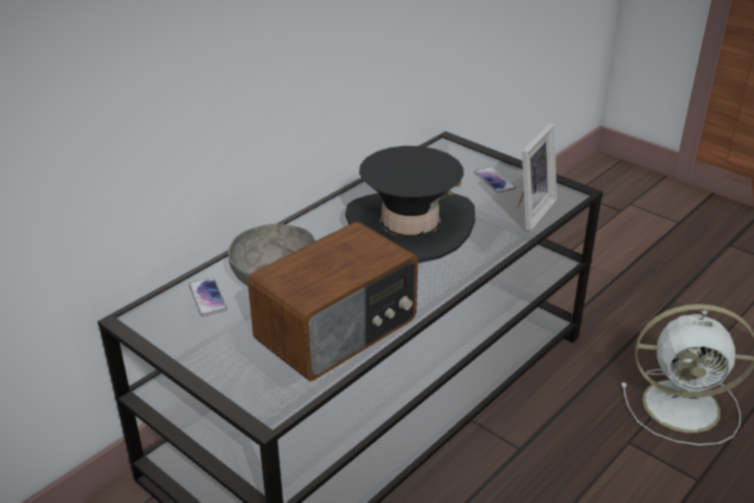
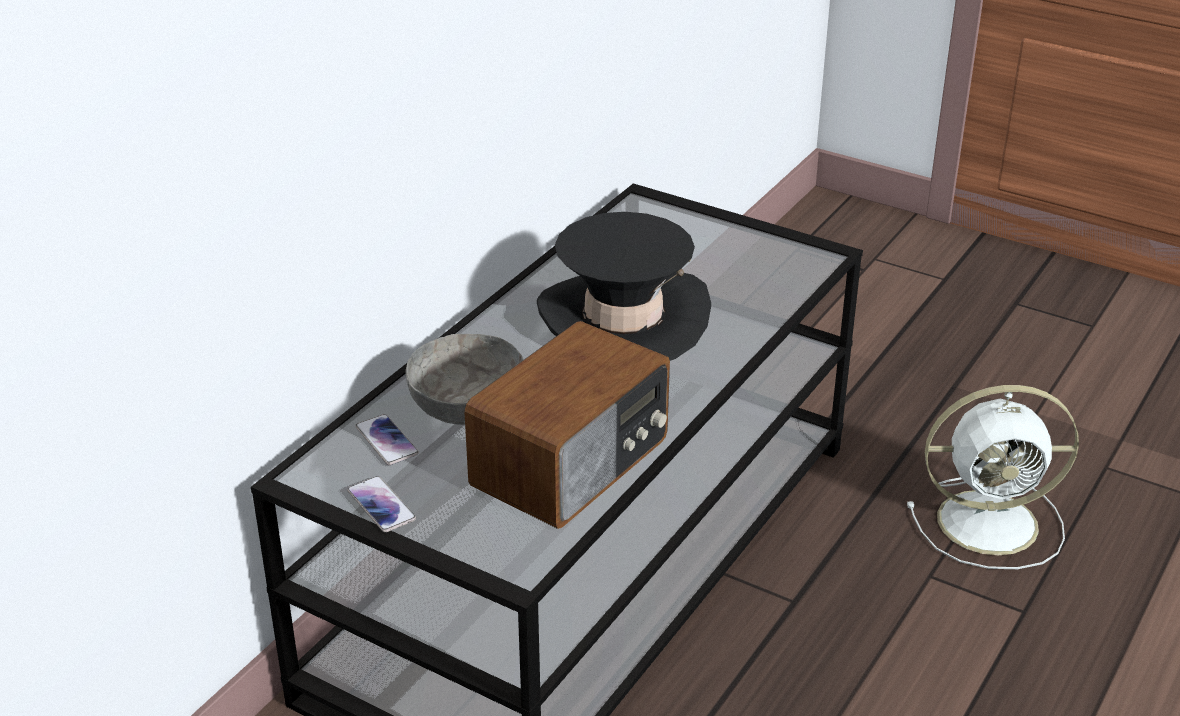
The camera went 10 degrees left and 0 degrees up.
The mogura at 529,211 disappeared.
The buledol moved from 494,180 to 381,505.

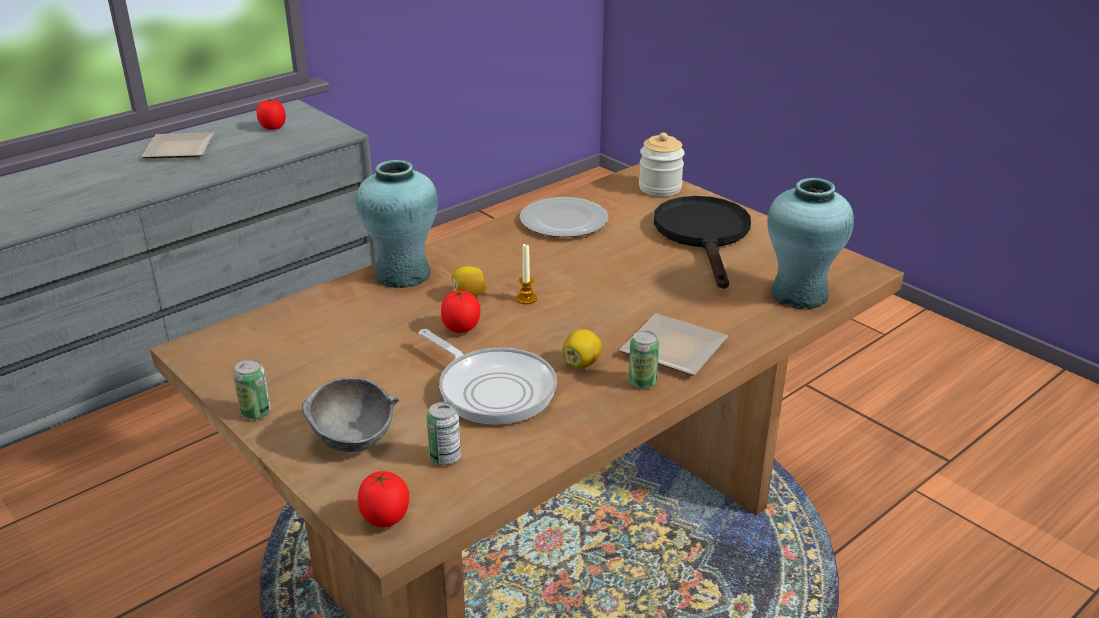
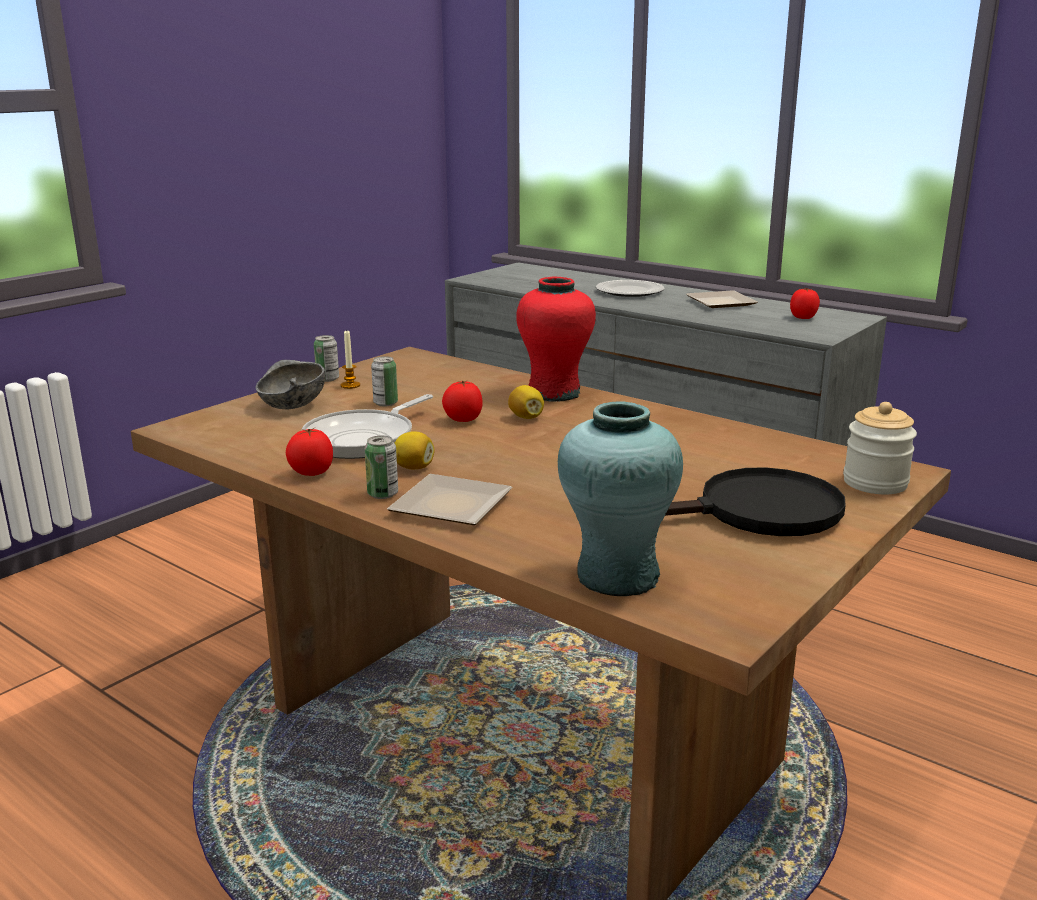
The camera went 80 degrees right and 10 degrees down.
The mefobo moved from 385,520 to 311,473.
The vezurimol moved from 445,457 to 385,403.
The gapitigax moved from 526,299 to 350,385.
The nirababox moved from 562,221 to 629,291.
The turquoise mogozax at 402,274 became the red mogozax at 554,392.

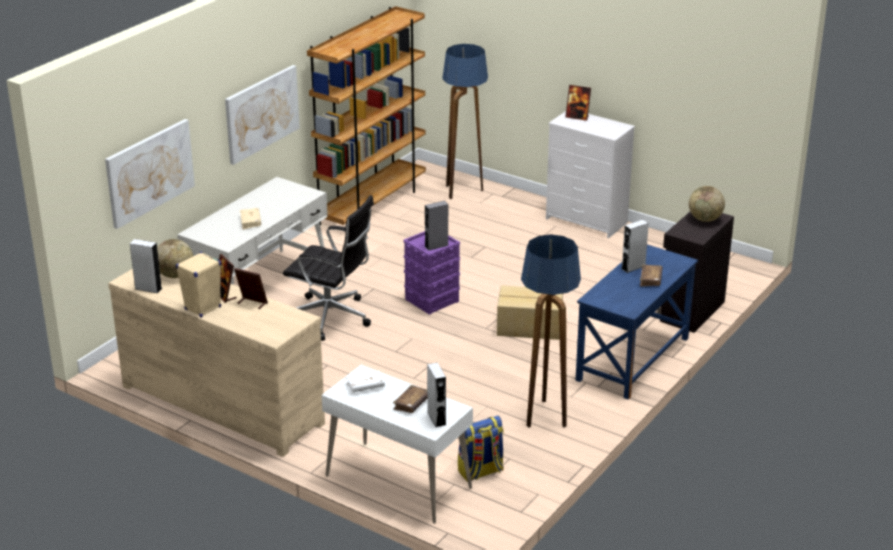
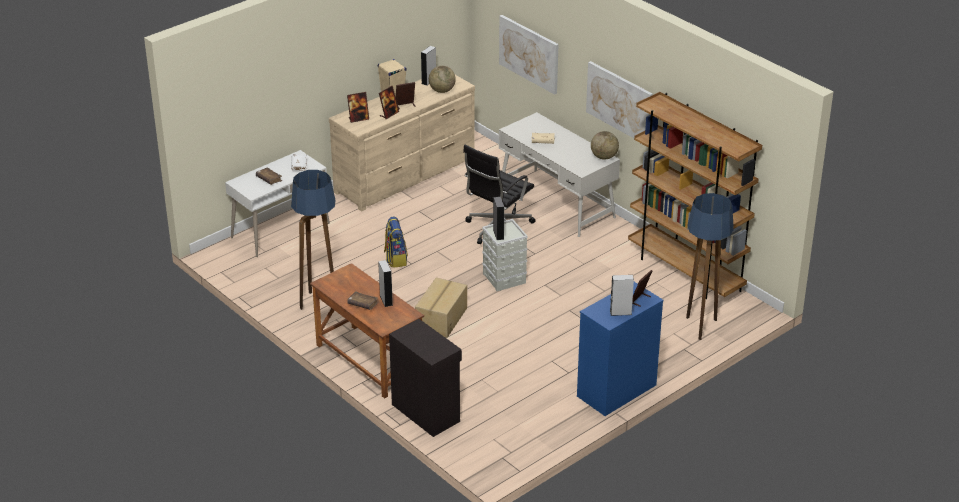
The camera went 105 degrees right and 5 degrees up.
The mogura at 358,119 appeared.
The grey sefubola moved from 436,418 to 620,312.
The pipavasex moved from 480,472 to 395,259.
The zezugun moved from 705,219 to 604,157.
The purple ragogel at 432,300 became the grey ragogel at 505,278.
The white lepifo at 587,221 became the blue lepifo at 616,391.
The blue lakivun at 633,359 became the brown lakivun at 368,361.

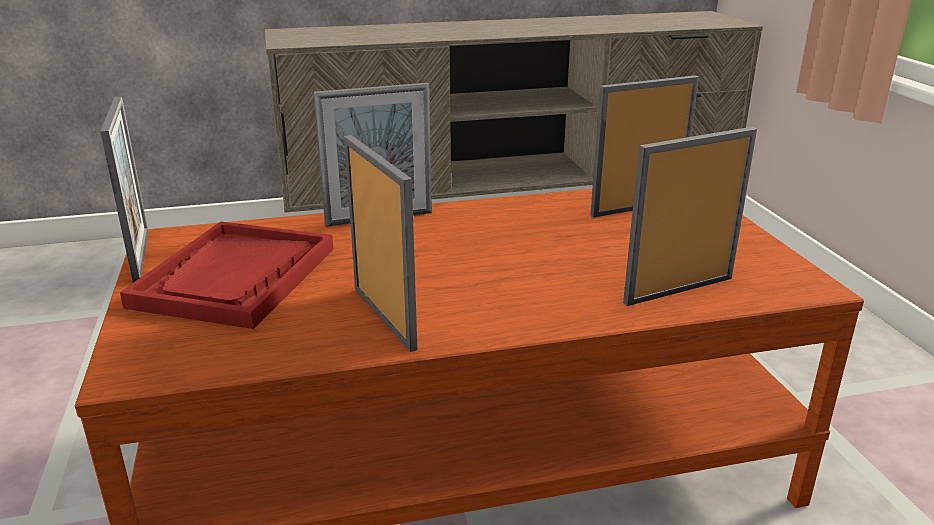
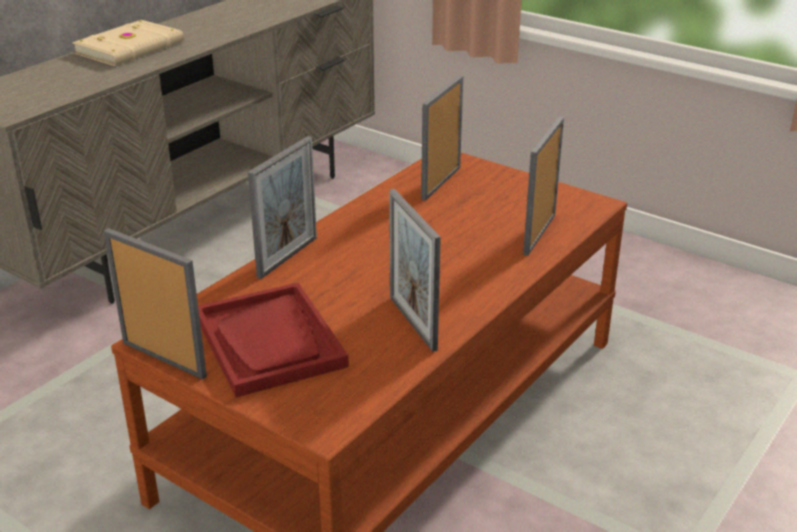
The camera went 40 degrees left and 5 degrees up.
The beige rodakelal at 131,48 appeared.
The mogura at 384,317 turned 135 degrees counterclockwise.

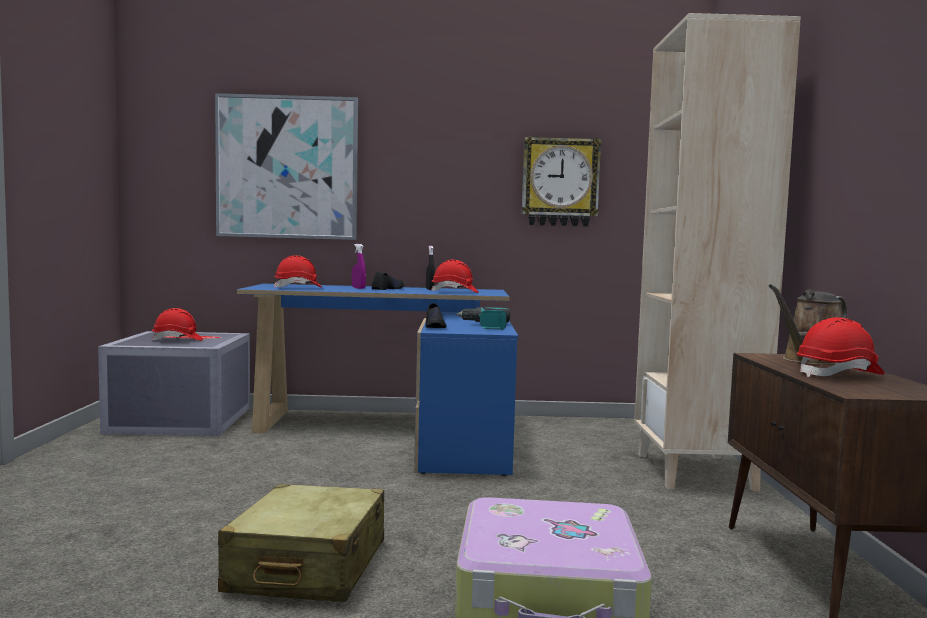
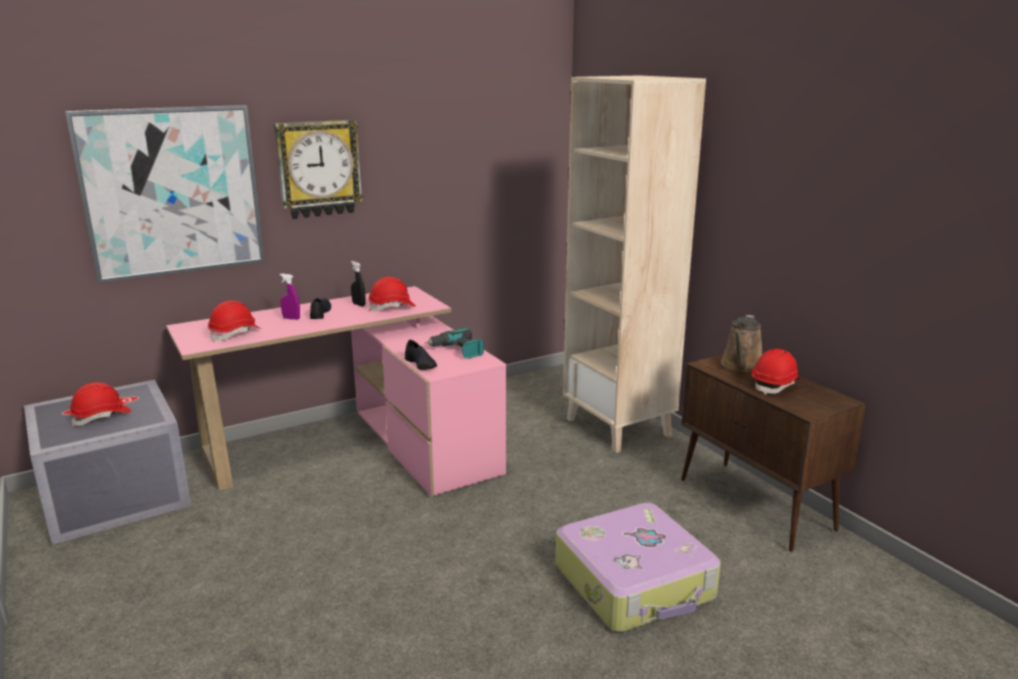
The camera went 30 degrees left and 15 degrees up.
The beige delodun at 307,567 disappeared.
The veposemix moved from 560,182 to 318,169.
The blue lakivun at 399,432 became the pink lakivun at 358,447.

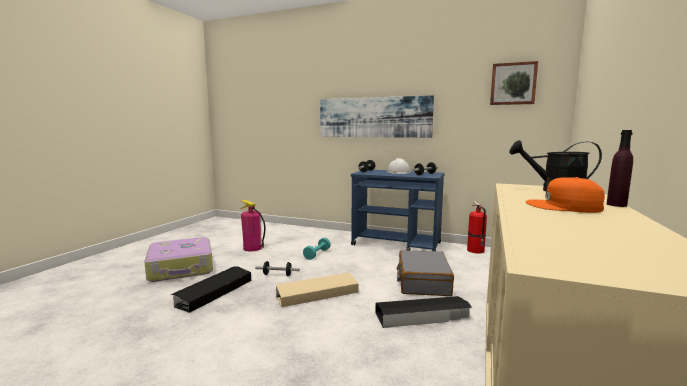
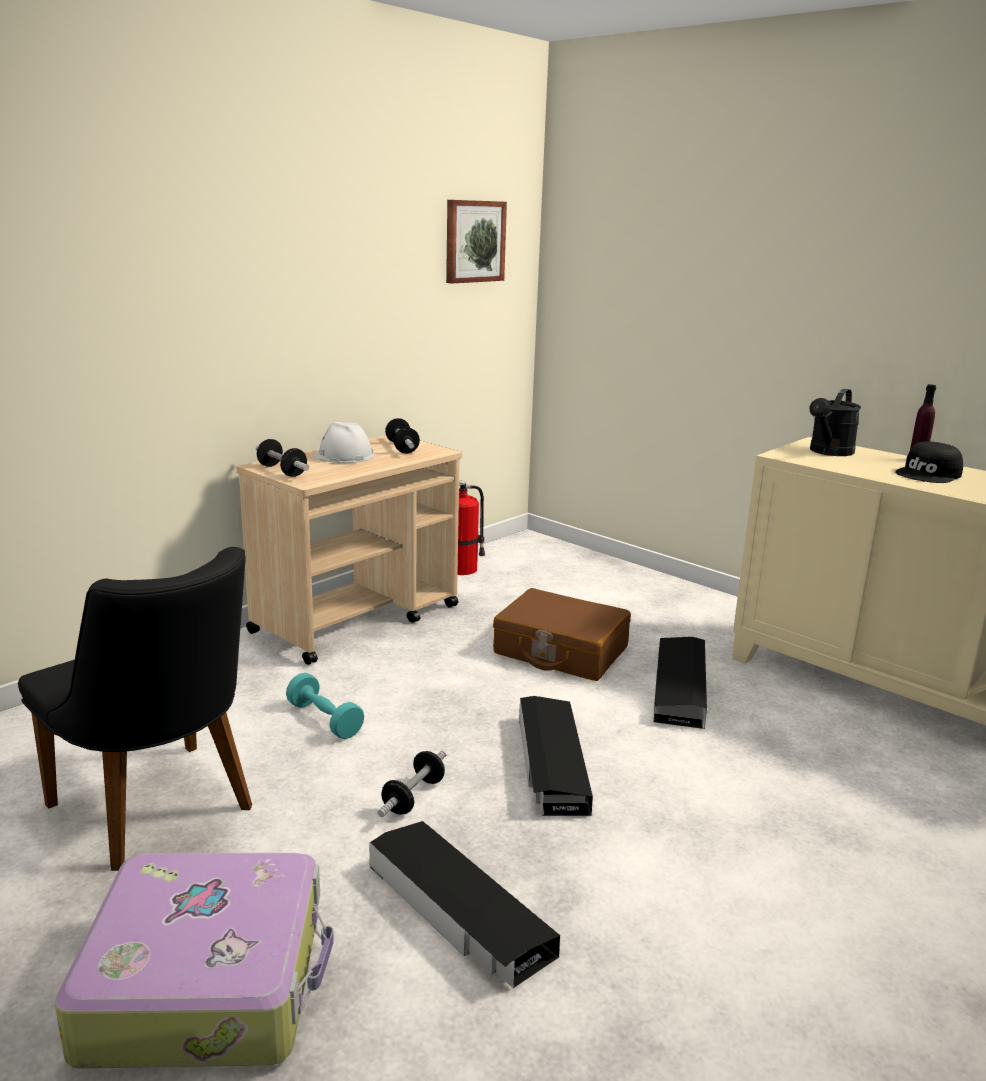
The camera went 70 degrees left and 10 degrees up.
The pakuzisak at 373,117 disappeared.
The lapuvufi at 252,248 was replaced by the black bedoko at 161,813.
The beige ragogel at 317,294 became the black ragogel at 551,763.
The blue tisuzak at 397,244 became the beige tisuzak at 358,618.
The grey delodun at 423,282 became the brown delodun at 560,651.
The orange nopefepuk at 564,206 became the black nopefepuk at 929,474.

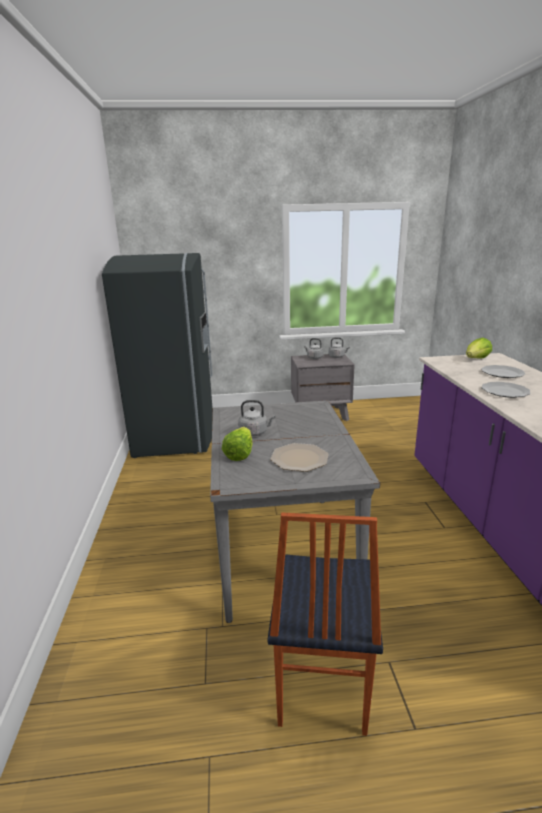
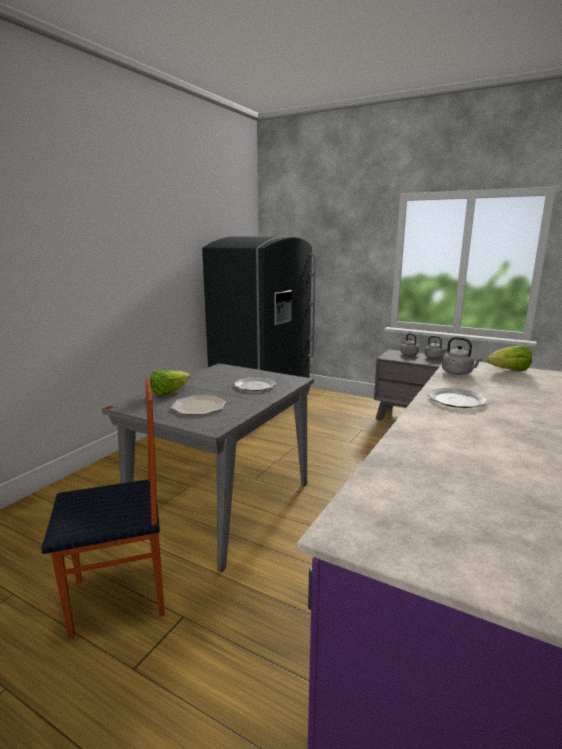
The camera went 35 degrees right and 5 degrees down.
The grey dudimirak moved from 255,432 to 458,373.
The nirababox moved from 502,373 to 255,386.
The bedoko at 320,684 turned 150 degrees counterclockwise.

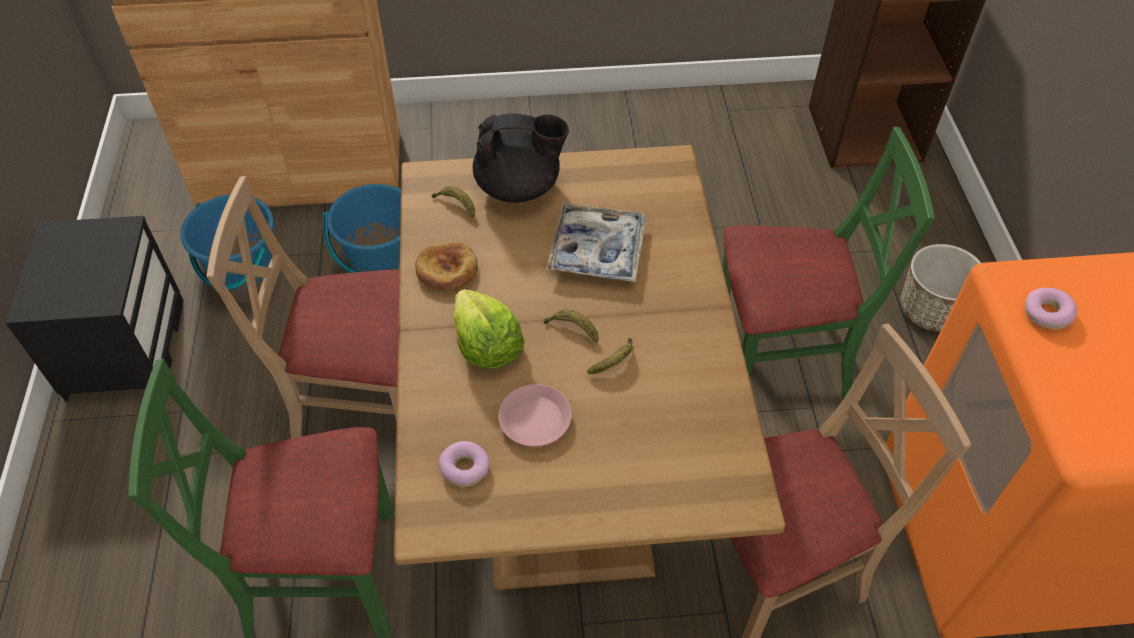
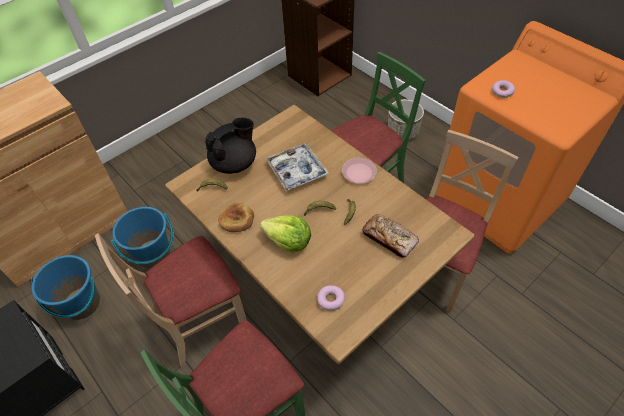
The camera went 35 degrees left and 0 degrees up.
The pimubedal at 389,239 appeared.
The pink nirababox moved from 535,419 to 358,173.

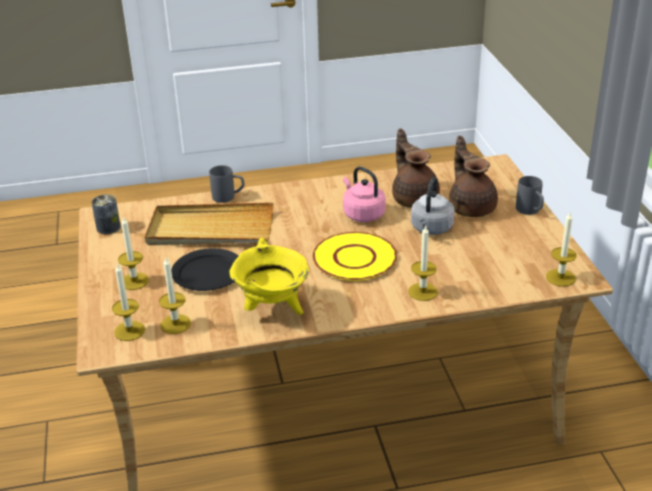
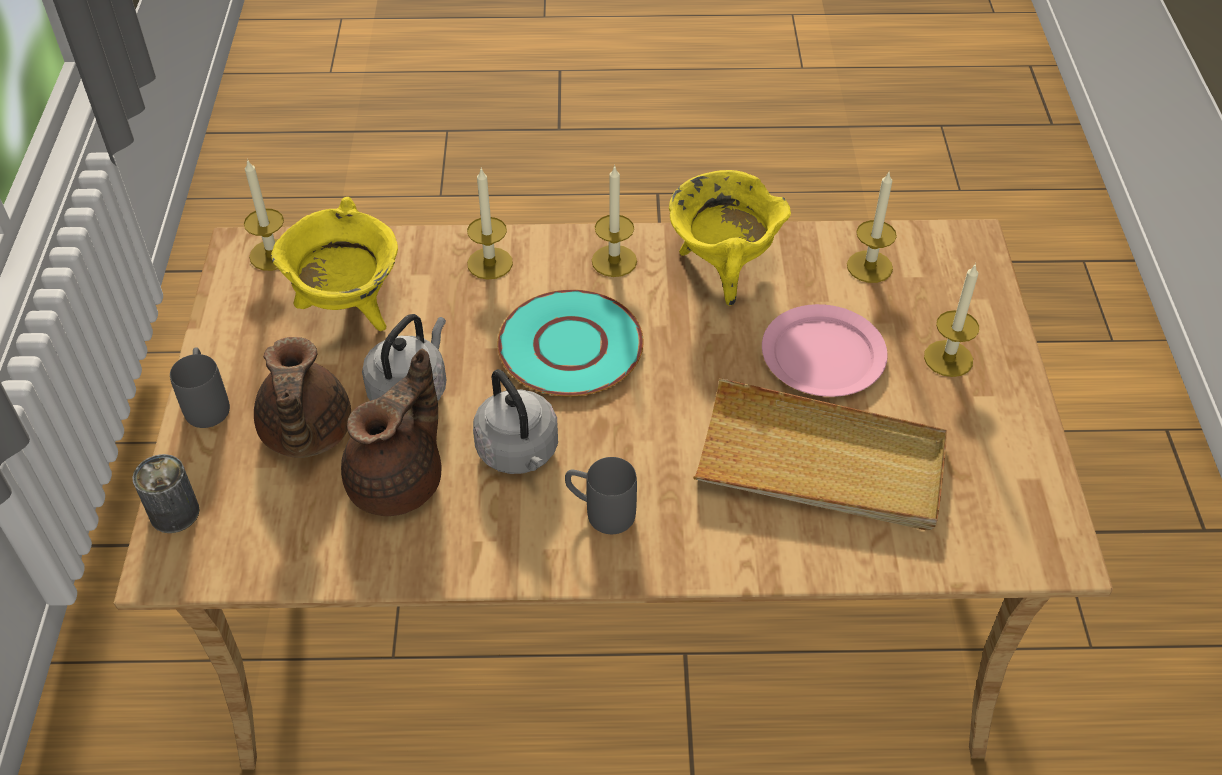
The camera went 170 degrees left and 15 degrees up.
The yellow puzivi at 349,309 appeared.
The vezurimol moved from 108,227 to 174,513.
The gapitigax moved from 129,331 to 614,261.
The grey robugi moved from 228,197 to 600,512.
The black nirababox at 207,273 became the pink nirababox at 824,355.
The yellow nirababox at 355,258 became the turquoise nirababox at 569,345.
The pink dudimirak at 362,214 became the grey dudimirak at 519,453.
The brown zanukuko at 414,198 turned 135 degrees counterclockwise.

